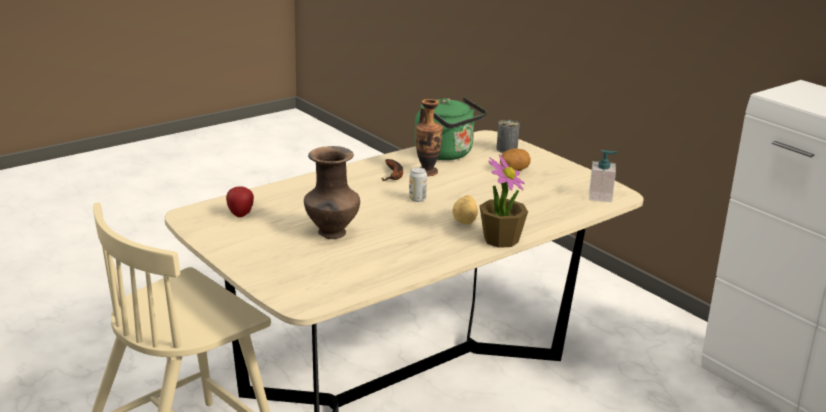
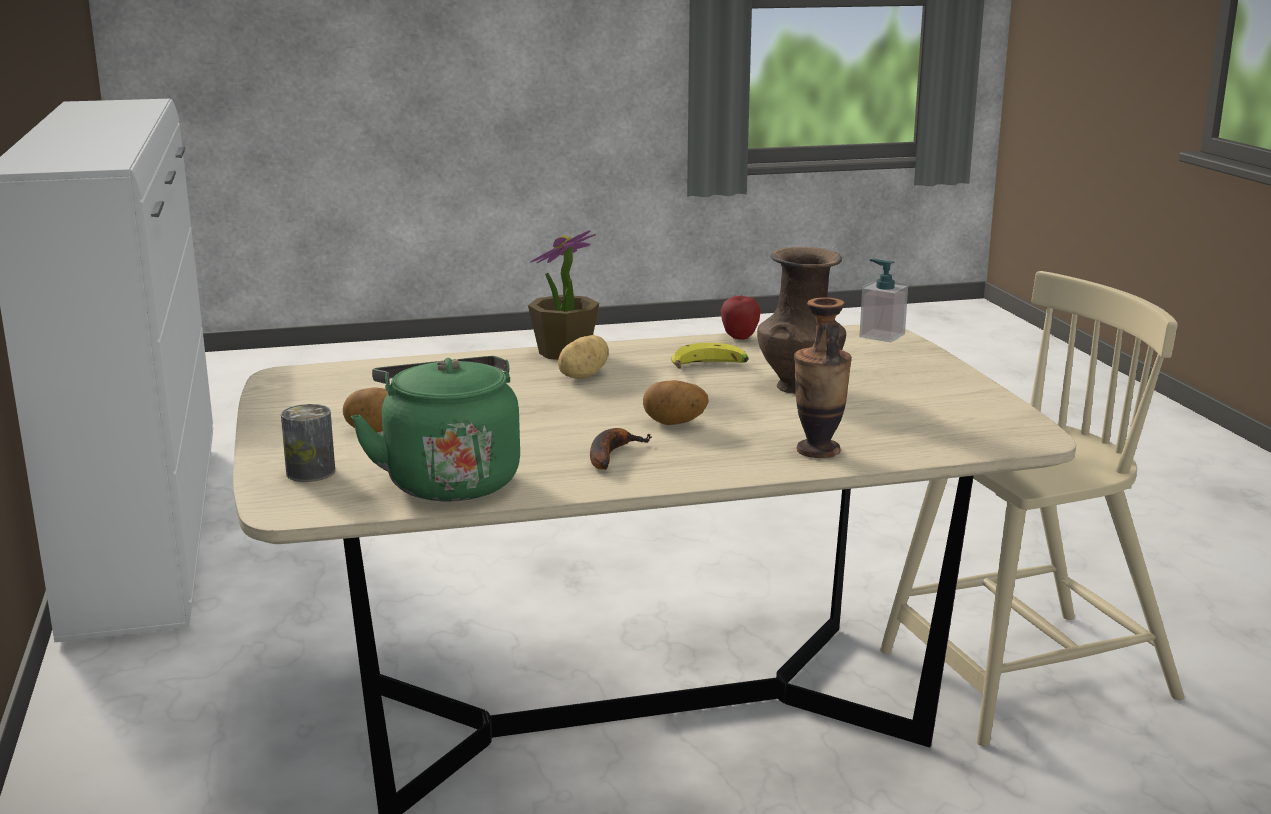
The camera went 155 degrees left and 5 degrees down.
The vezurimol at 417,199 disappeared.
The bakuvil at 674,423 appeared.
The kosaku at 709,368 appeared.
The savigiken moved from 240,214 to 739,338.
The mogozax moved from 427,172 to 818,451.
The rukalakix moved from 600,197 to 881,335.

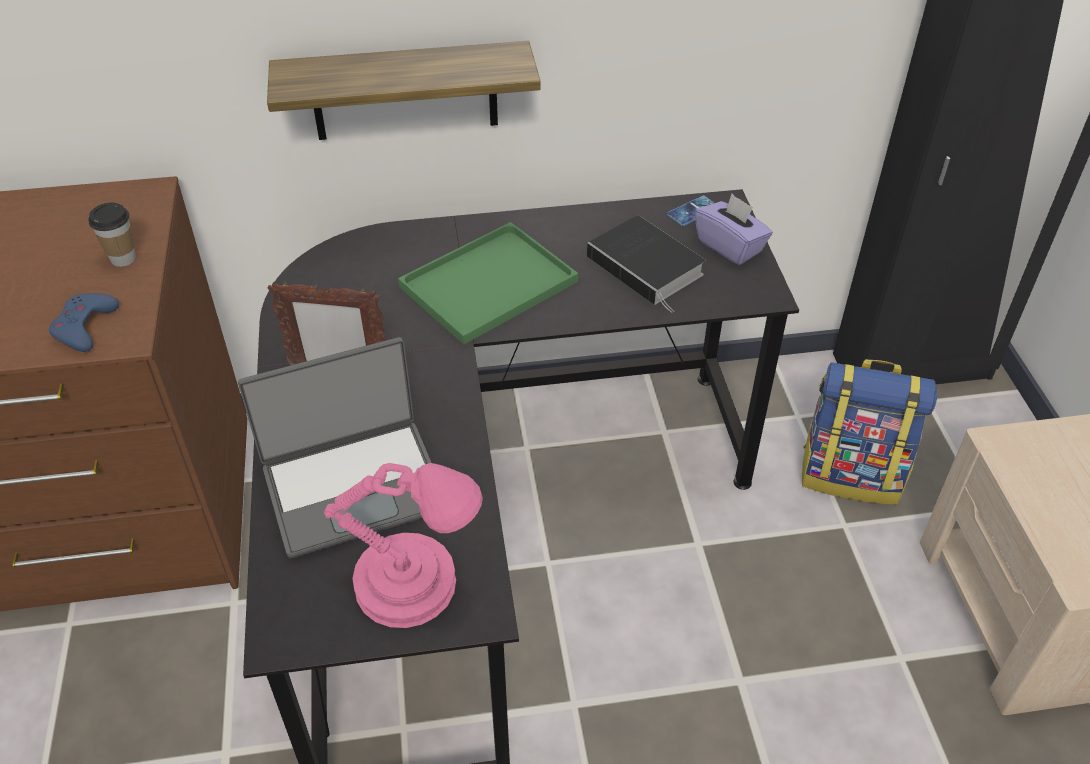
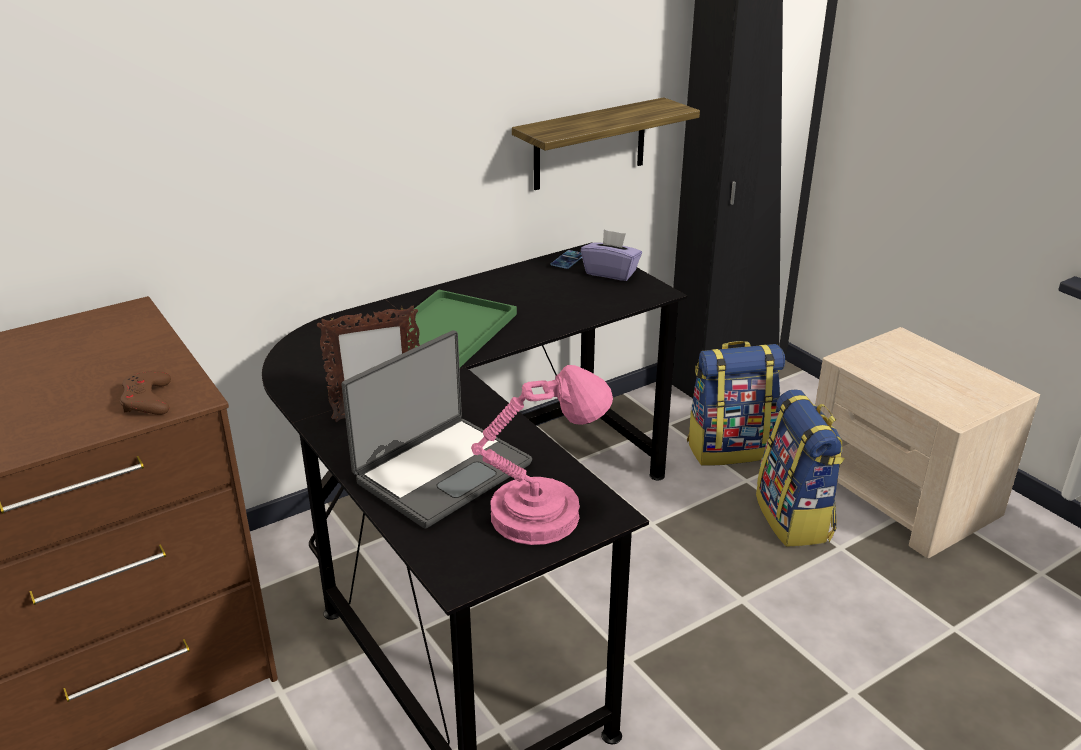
The camera went 25 degrees left and 15 degrees down.
The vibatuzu at 123,258 disappeared.
The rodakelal at 648,267 disappeared.
The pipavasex at 794,518 appeared.
The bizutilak moved from 405,91 to 590,144.
The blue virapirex at 85,327 became the brown virapirex at 147,400.

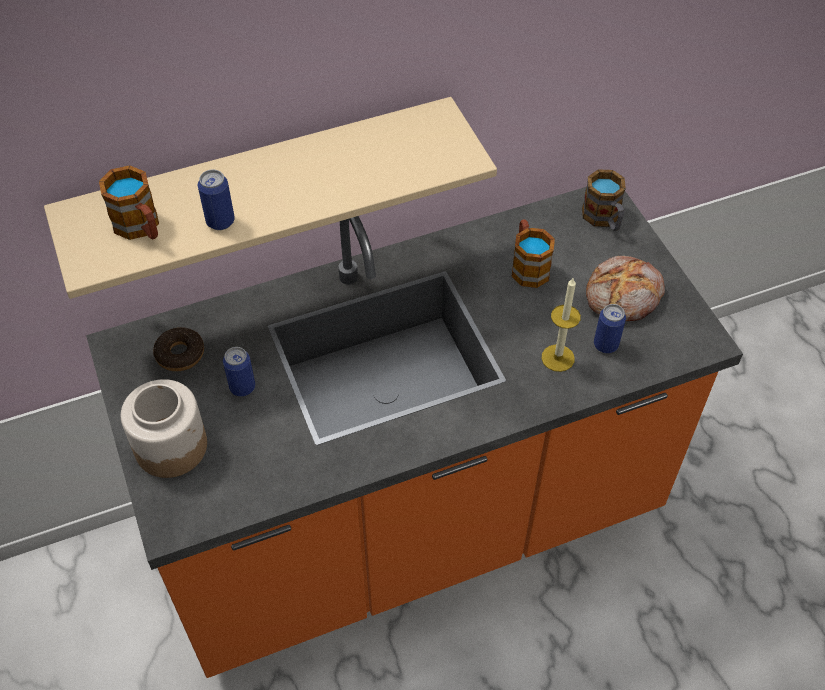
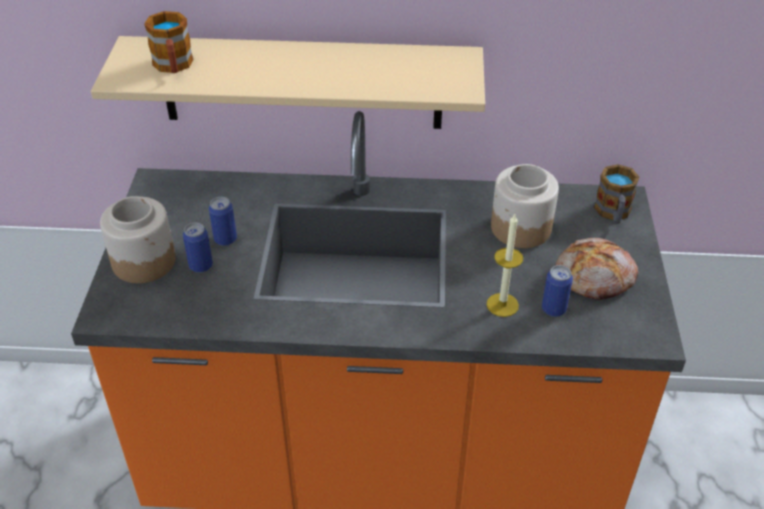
The camera went 25 degrees right and 10 degrees down.
The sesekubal at 180,354 disappeared.
The vezurimol moved from 220,221 to 201,266.
The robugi at 528,266 was replaced by the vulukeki at 520,227.

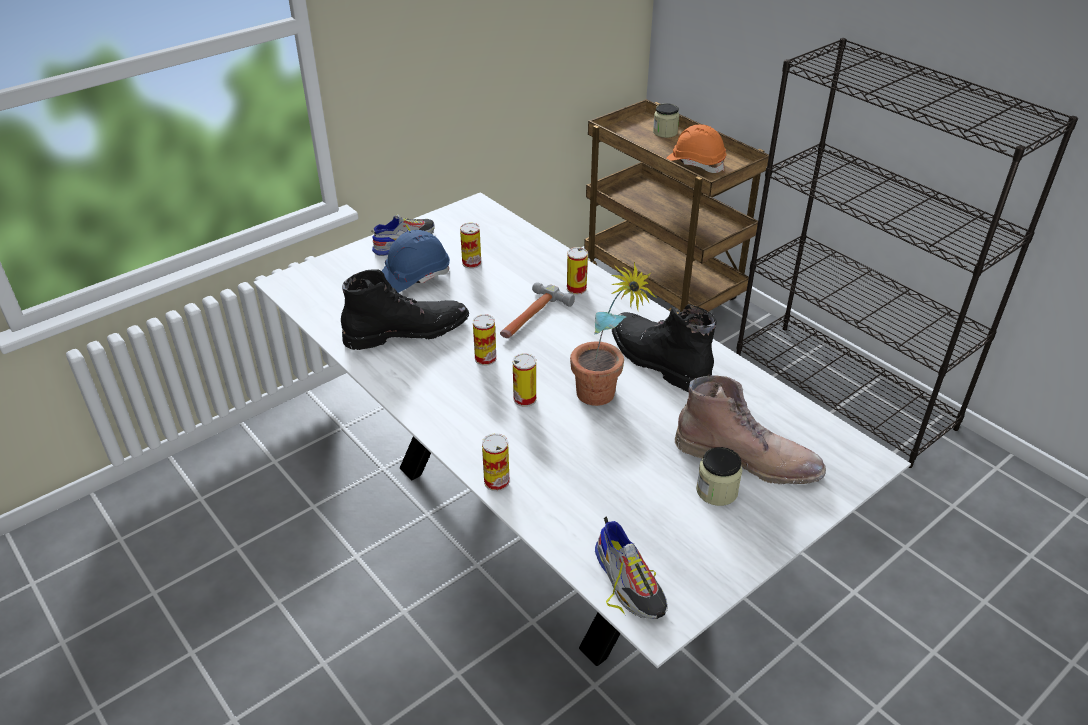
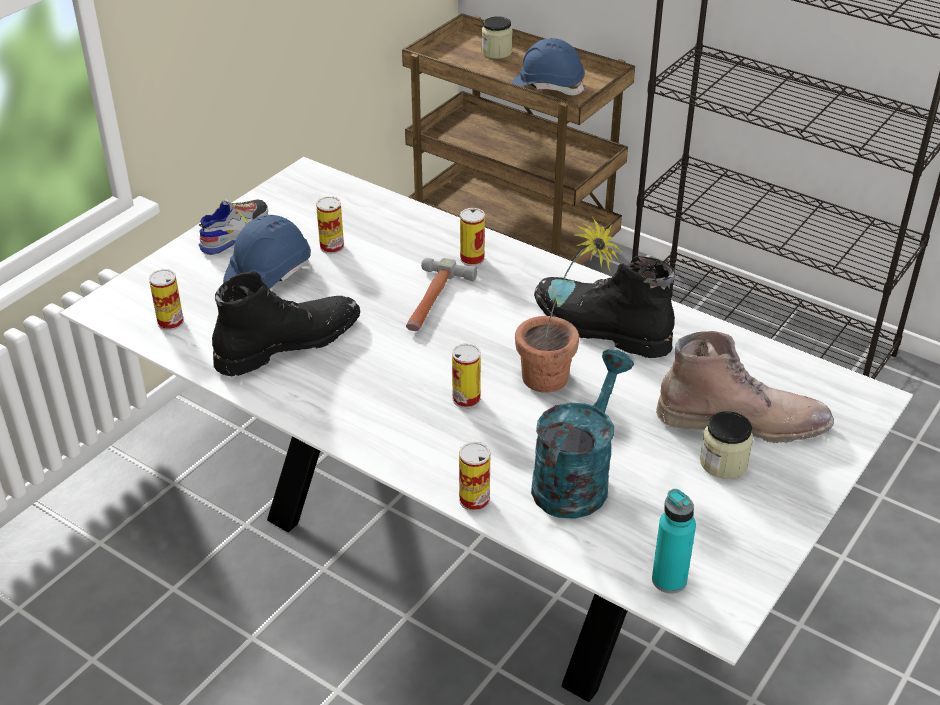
The camera went 15 degrees left and 0 degrees up.
The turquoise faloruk at 576,478 appeared.
The vezurimol moved from 485,358 to 170,322.
The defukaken at 629,581 was replaced by the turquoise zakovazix at 669,580.
The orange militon at 695,163 became the blue militon at 547,86.

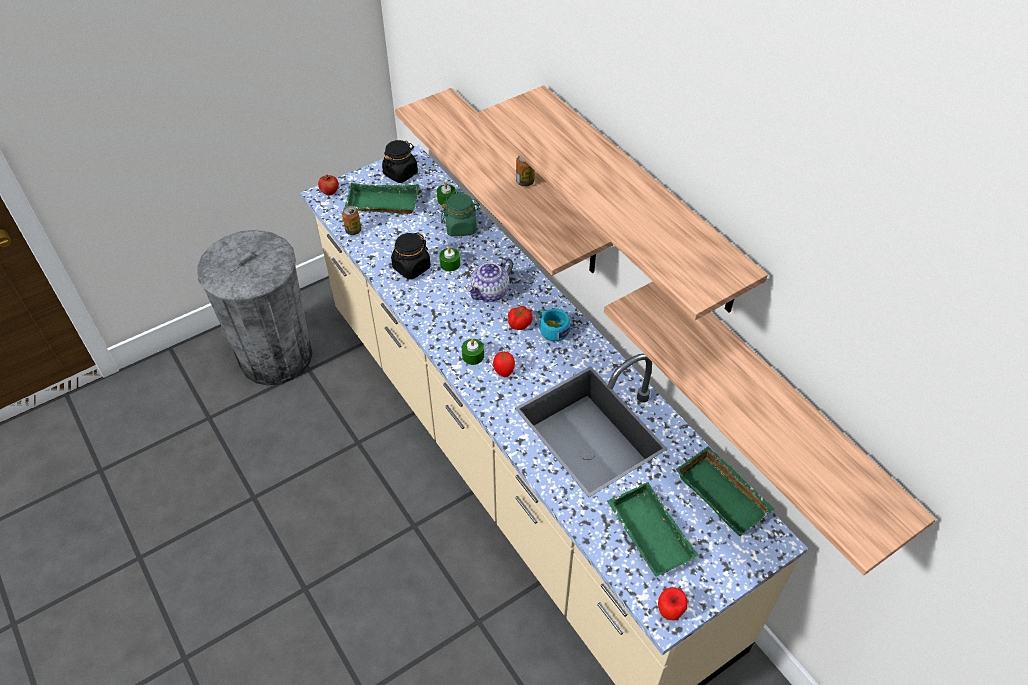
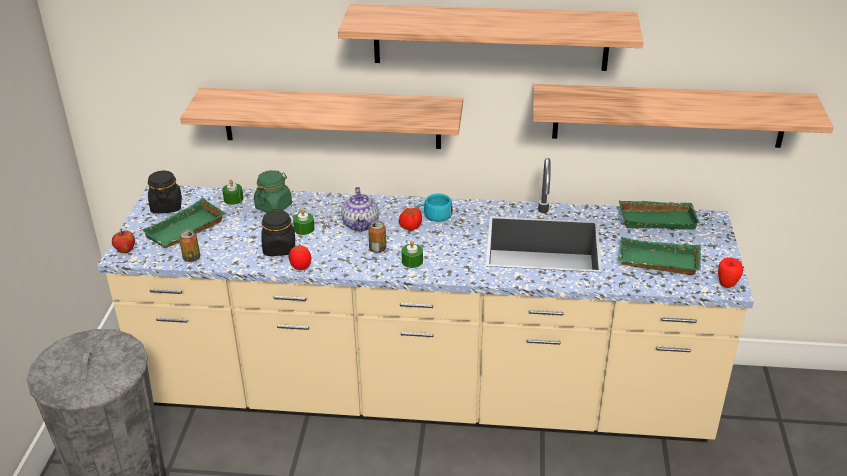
The camera went 50 degrees left and 15 degrees down.
The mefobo moved from 504,371 to 300,267.
The vezurimol moved from 525,182 to 377,249.

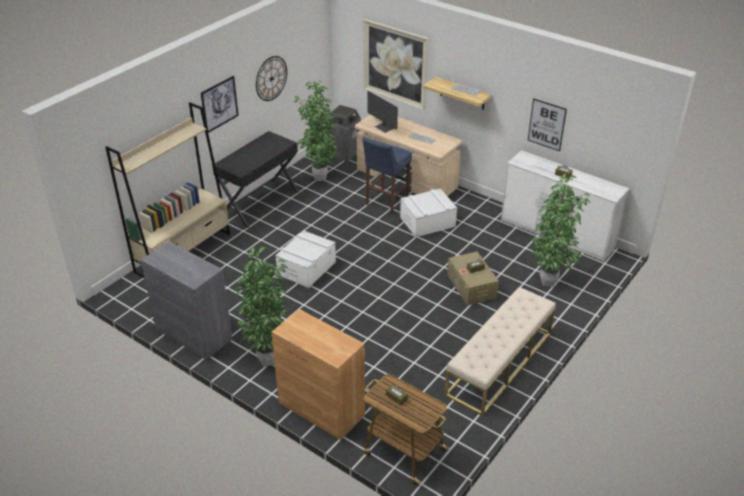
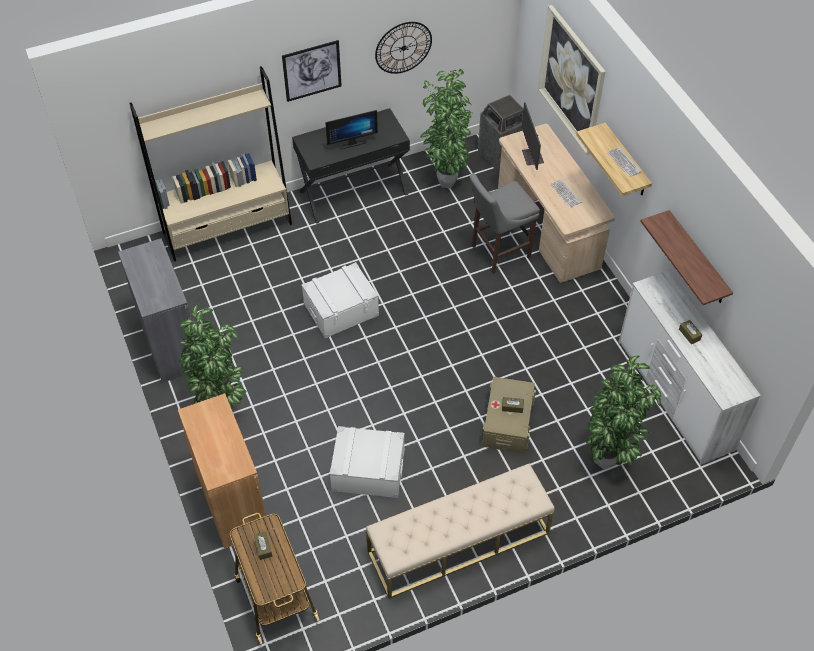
The camera went 30 degrees right and 15 degrees up.
The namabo at 351,142 appeared.
The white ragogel moved from 427,222 to 368,471.
The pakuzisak at 546,124 was replaced by the bizutilak at 697,259.
The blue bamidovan at 385,202 became the grey bamidovan at 498,252.

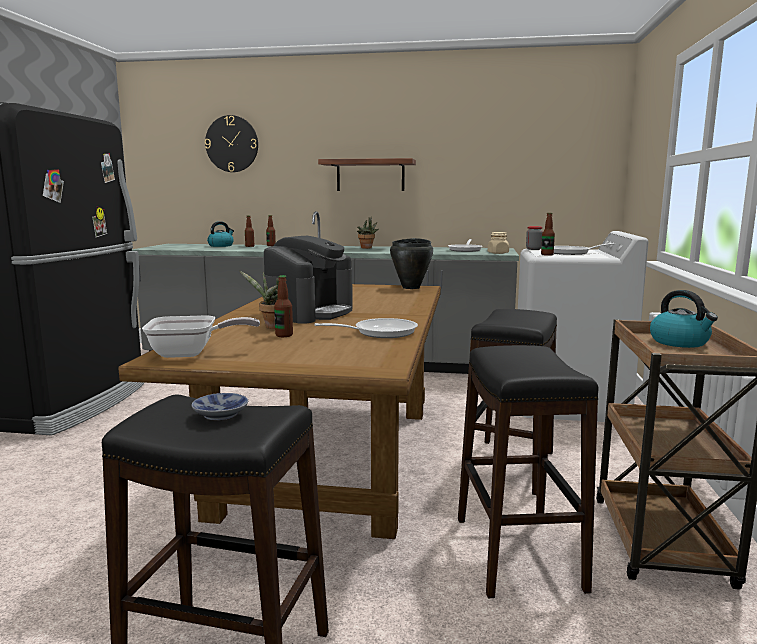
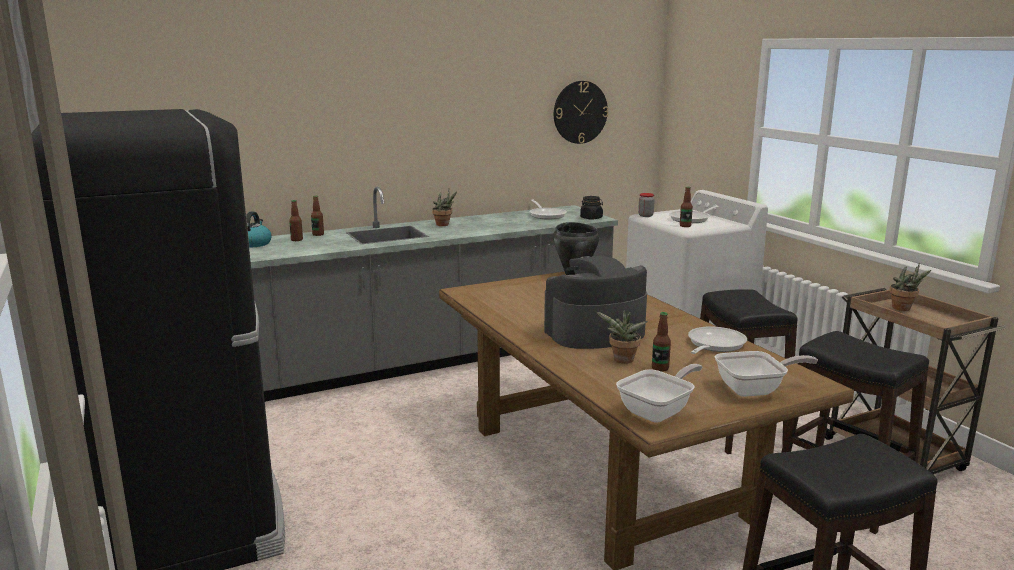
The camera went 35 degrees left and 5 degrees up.
The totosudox at 221,415 disappeared.
The bizutilak at 370,175 disappeared.
The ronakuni at 755,390 appeared.
The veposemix moved from 232,144 to 580,112.
The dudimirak at 680,342 was replaced by the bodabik at 904,309.
The beige vulukeki at 498,253 became the black vulukeki at 591,218.
The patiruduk at 309,312 turned 105 degrees counterclockwise.

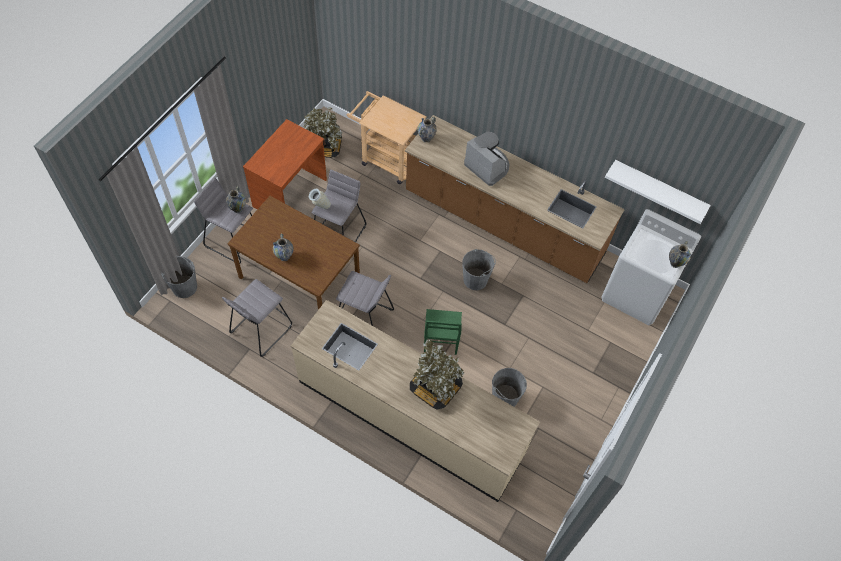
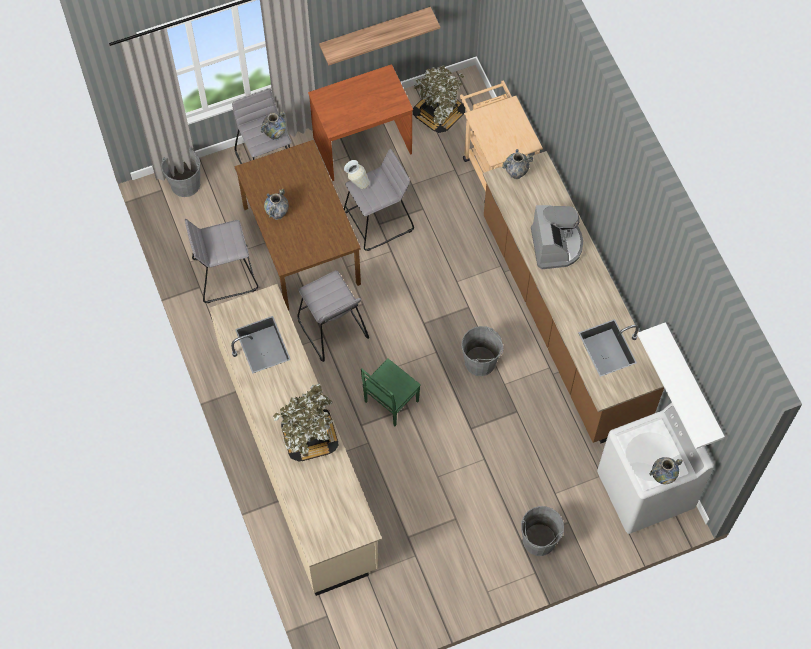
The camera went 40 degrees right and 5 degrees up.
The bizutilak at 375,32 appeared.
The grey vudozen moved from 505,397 to 539,540.

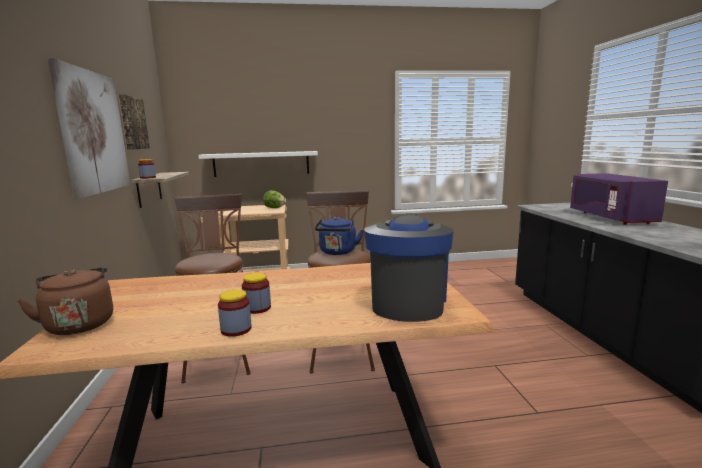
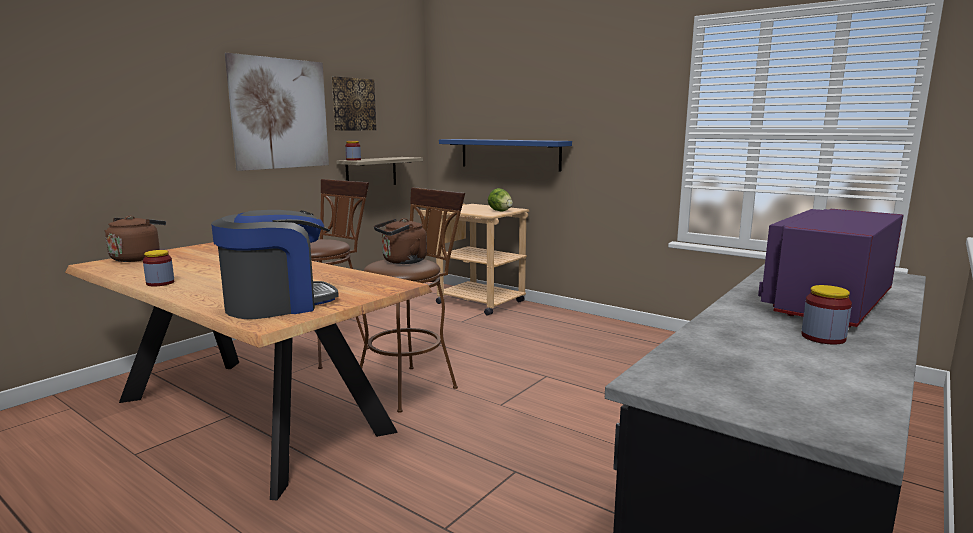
The camera went 45 degrees right and 0 degrees up.
The vulukeki moved from 257,308 to 823,337.
The white bizutilak at 261,163 became the blue bizutilak at 509,154.
The blue dudimirak at 337,252 became the brown dudimirak at 402,261.

